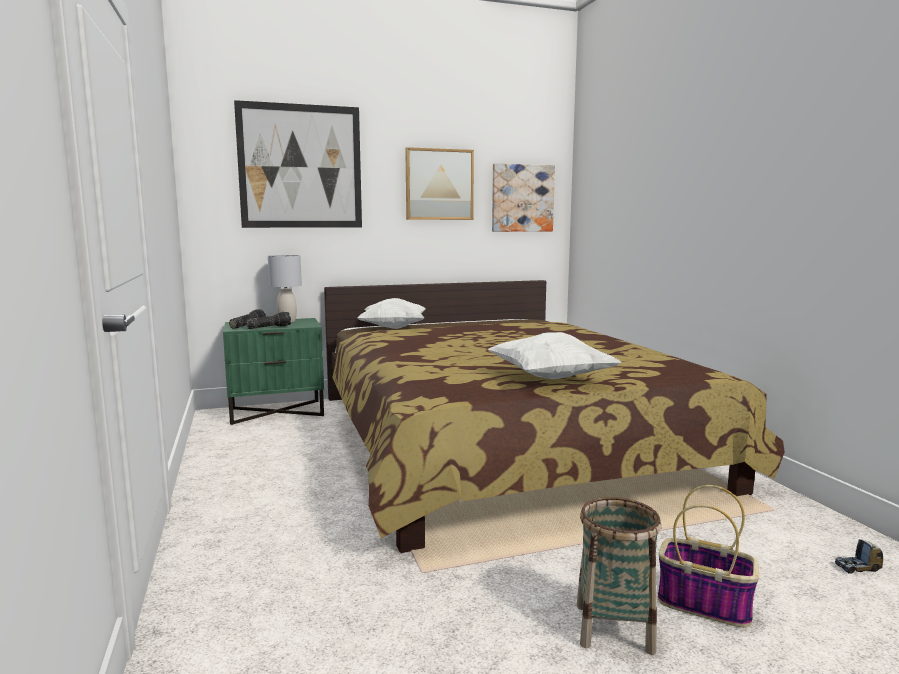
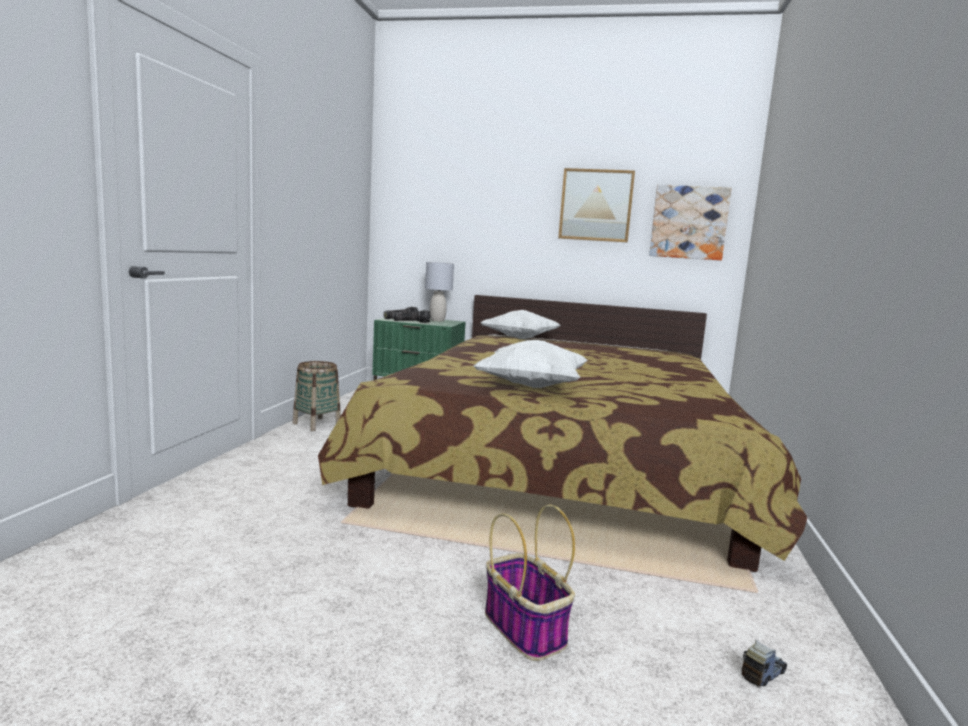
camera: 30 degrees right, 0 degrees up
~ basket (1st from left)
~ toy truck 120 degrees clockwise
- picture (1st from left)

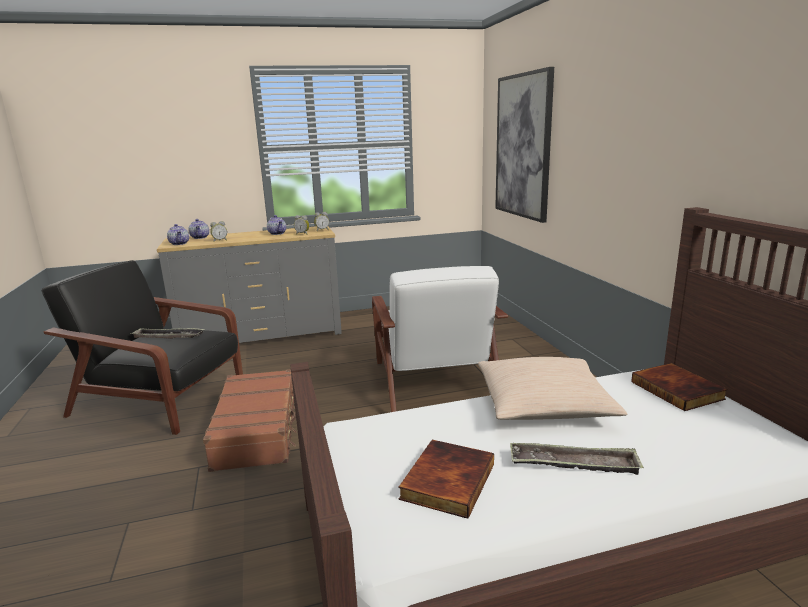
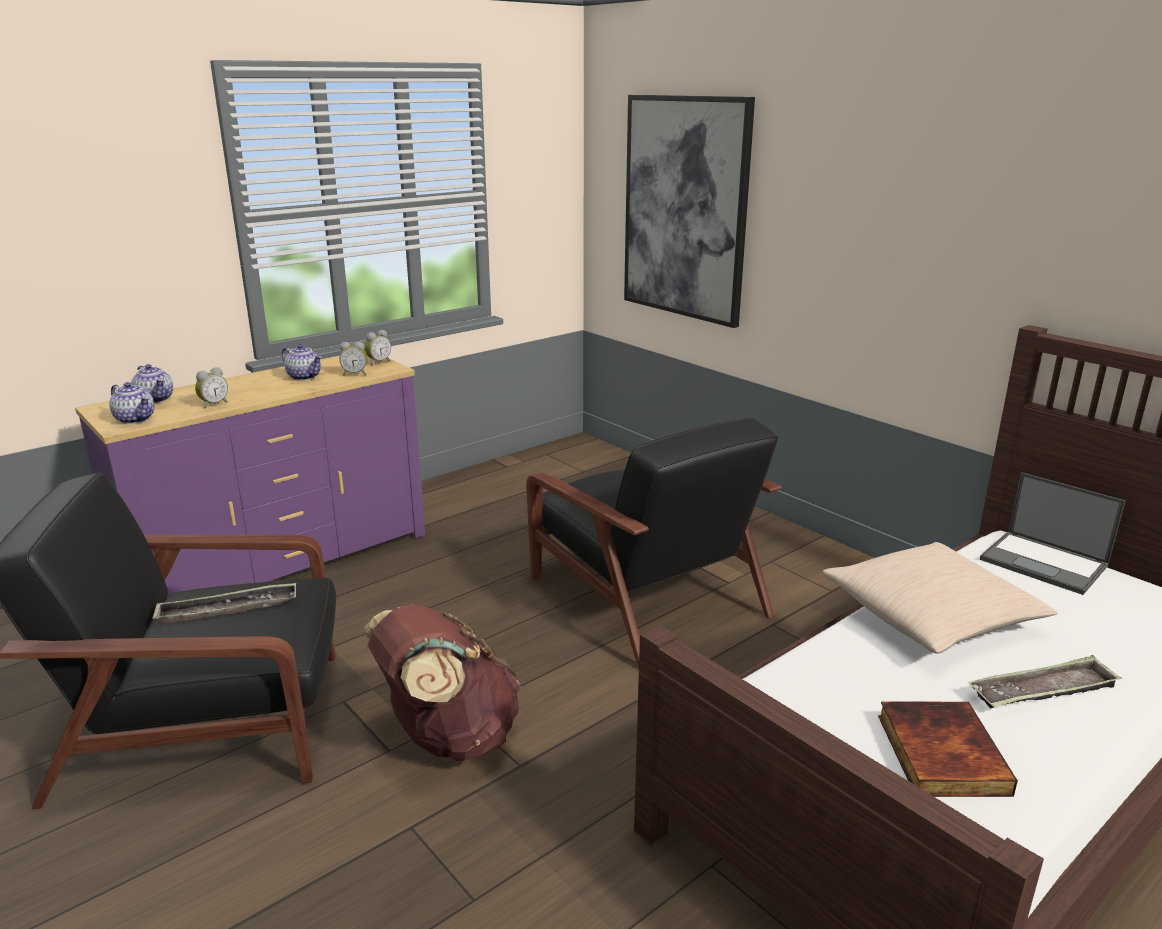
camera: 25 degrees left, 5 degrees up
~ dresser in grey to dresser in purple
~ suitcase in brown to backpack in brown
~ armchair in white to armchair in black (2nd from left)
~ book (2nd from left) to laptop

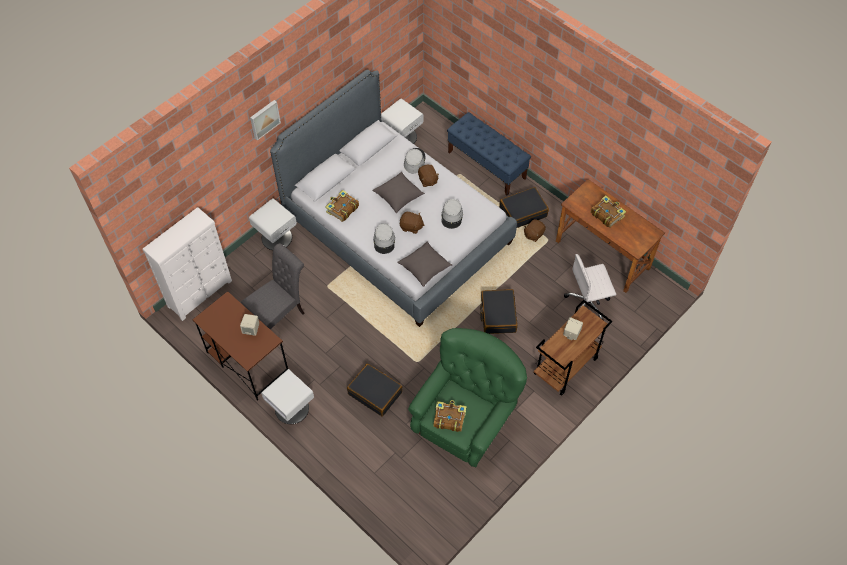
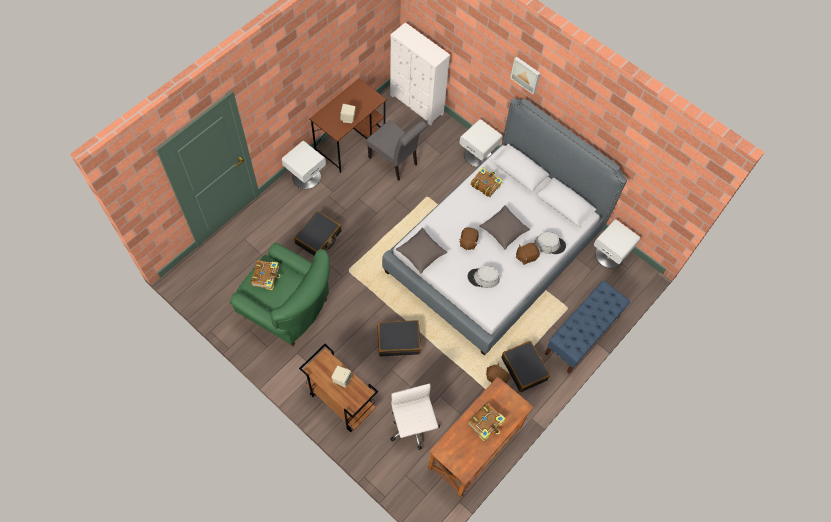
camera: 85 degrees right, 5 degrees up
- hat in grey (1st from left)

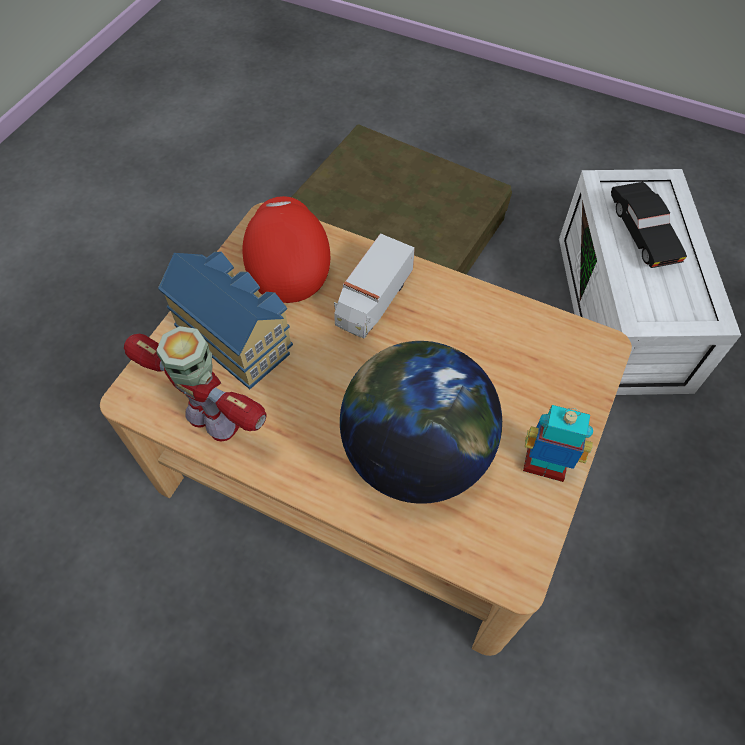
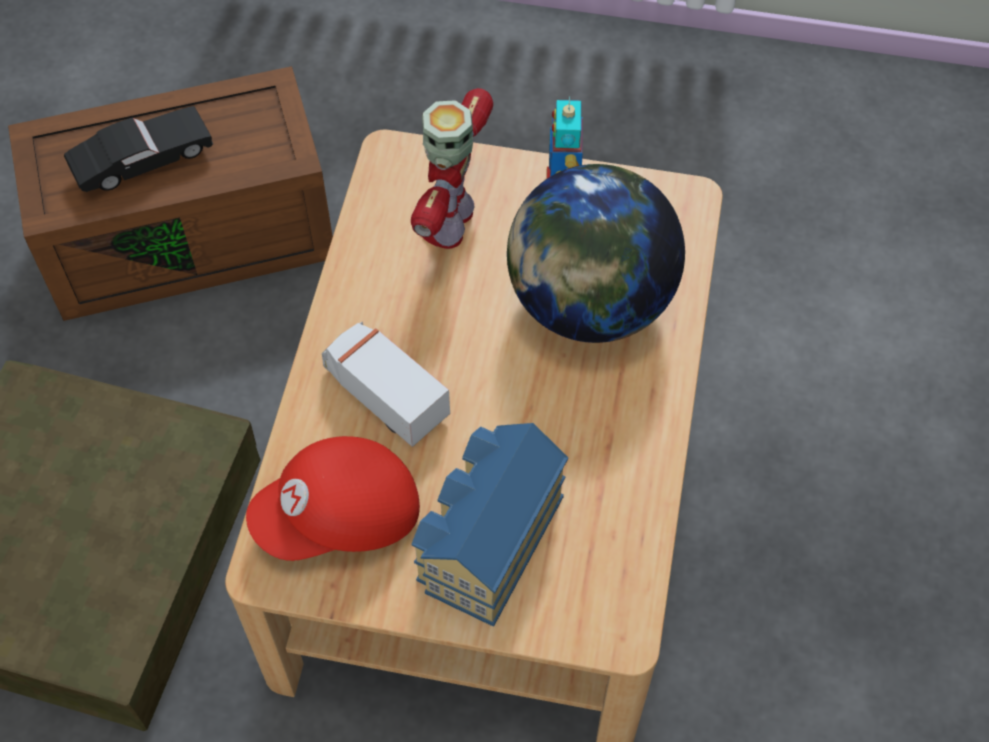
camera: 105 degrees left, 0 degrees up
~ storage box in white to storage box in brown (2nd from left)
~ toy truck 150 degrees counterclockwise
~ toy robot (1st from left)

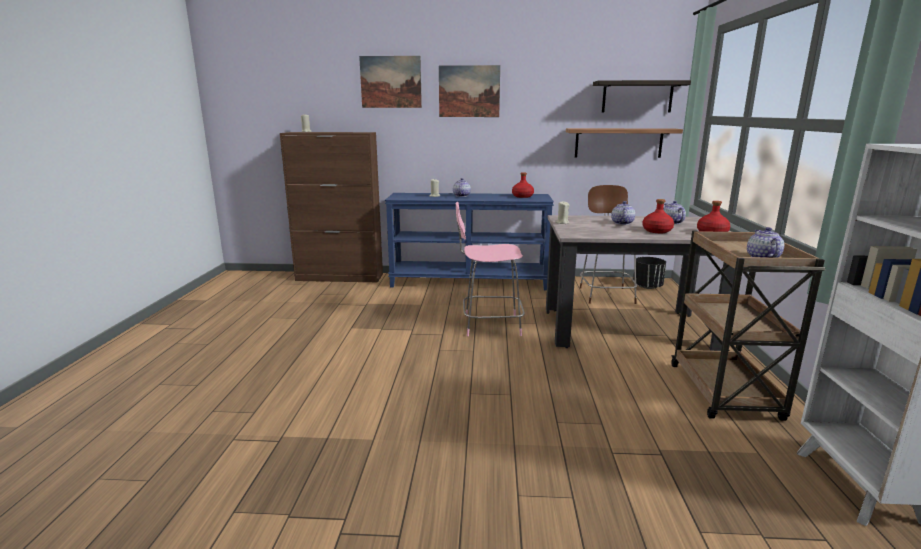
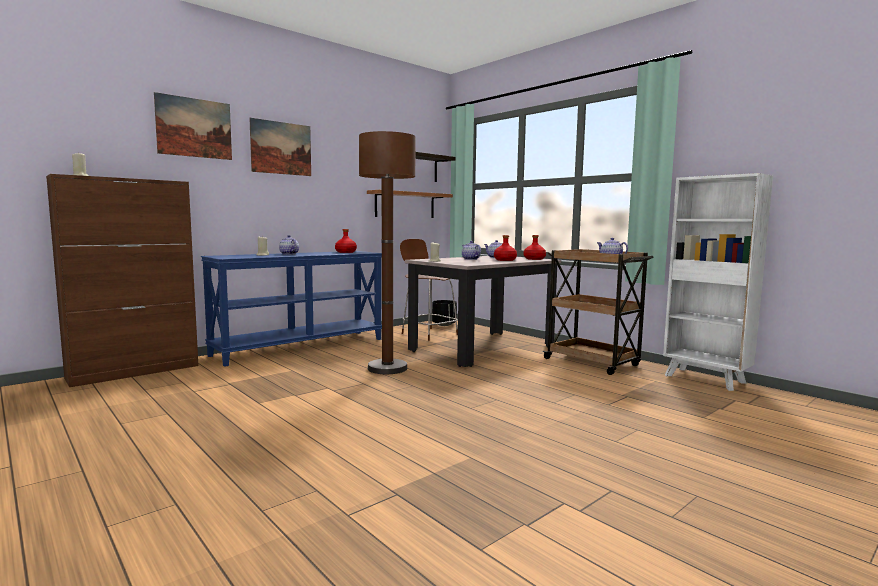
camera: 45 degrees left, 10 degrees down
~ chair in pink to floor lamp in brown

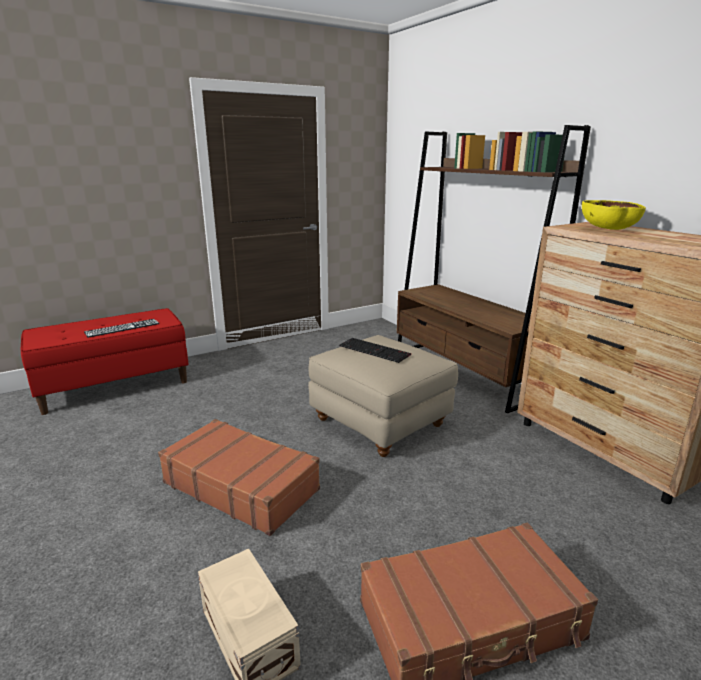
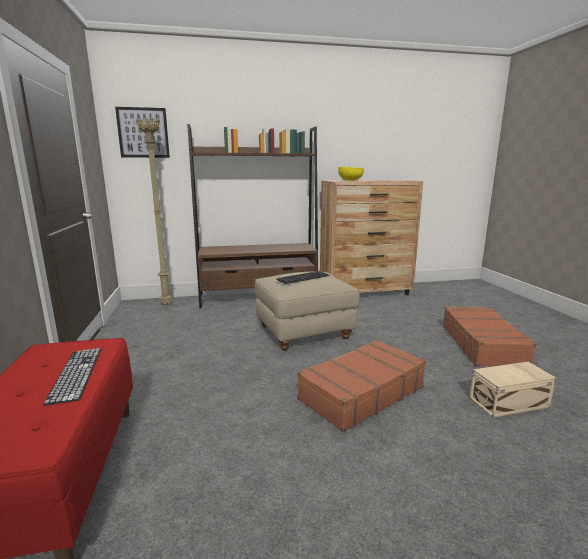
camera: 70 degrees left, 5 degrees down
+ picture
+ floor lamp in beige

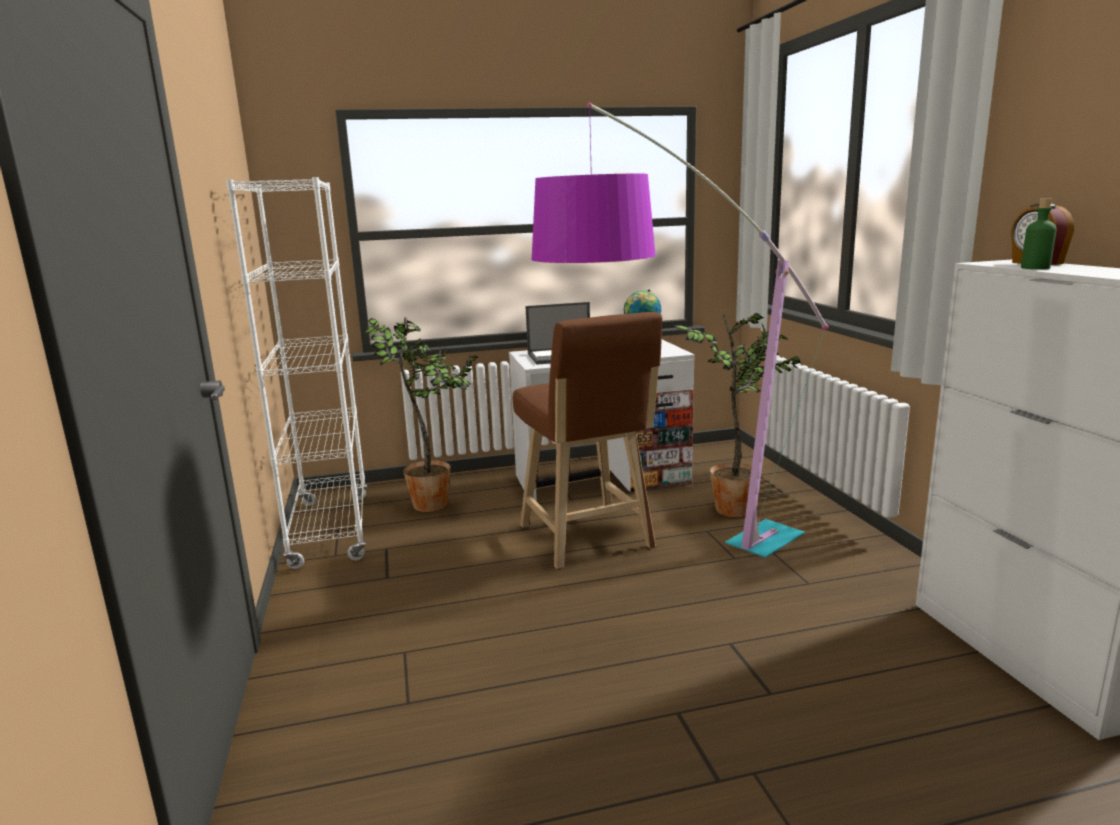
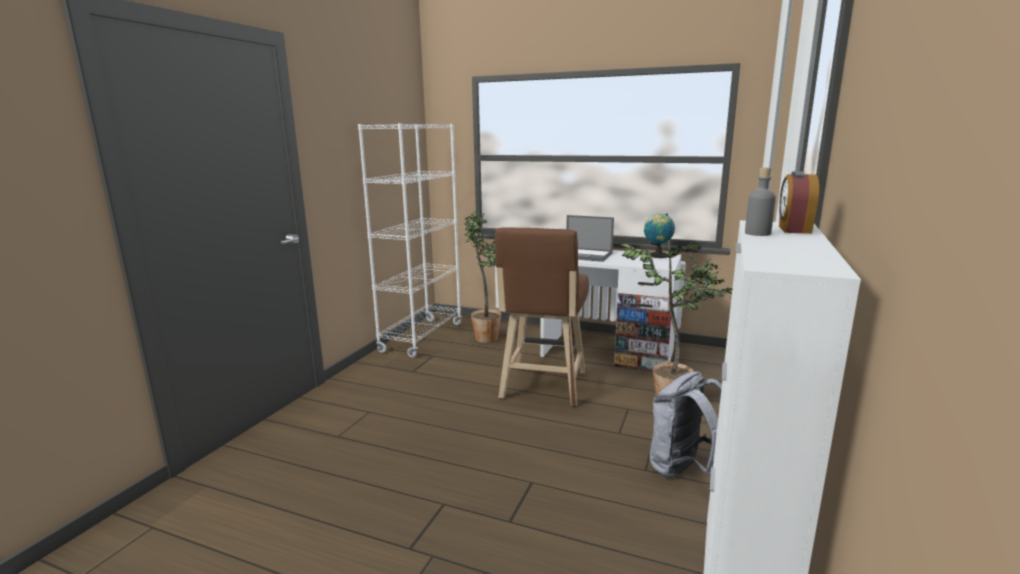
camera: 35 degrees right, 0 degrees up
+ backpack in grey
~ bottle in green to bottle in grey
- floor lamp

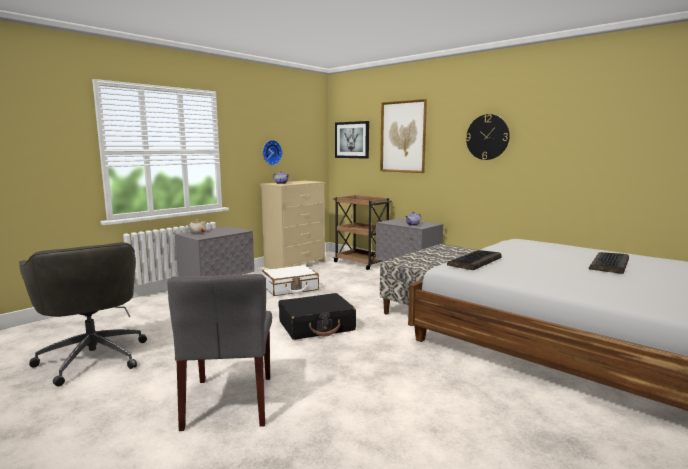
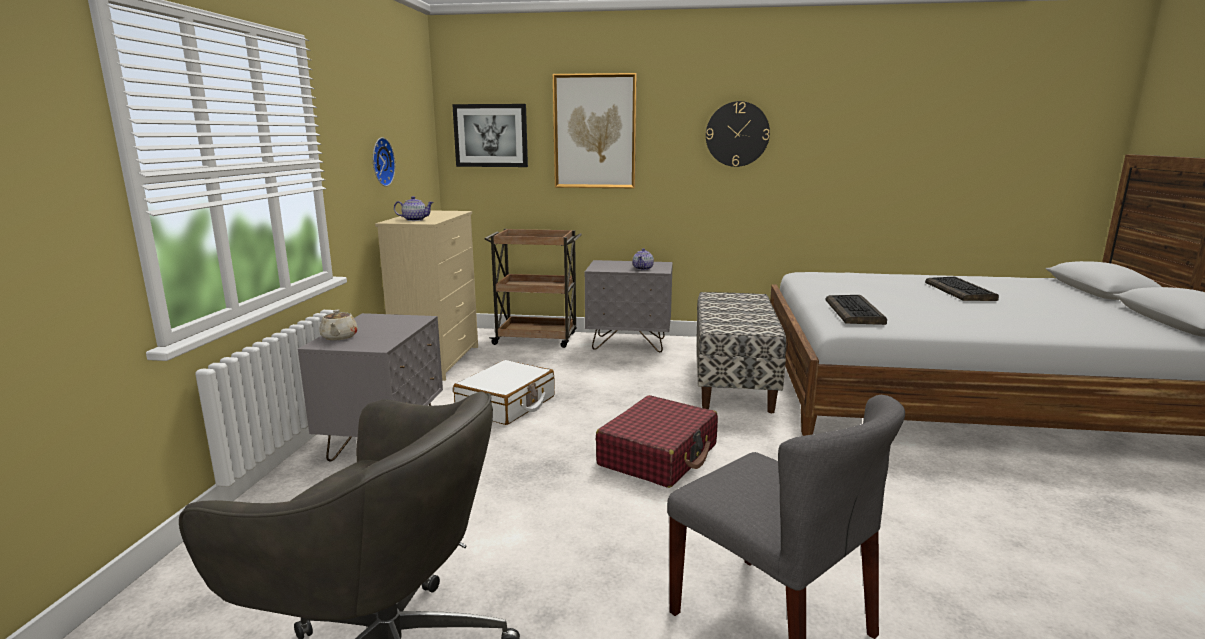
camera: 35 degrees left, 5 degrees up
~ suitcase in black to suitcase in red

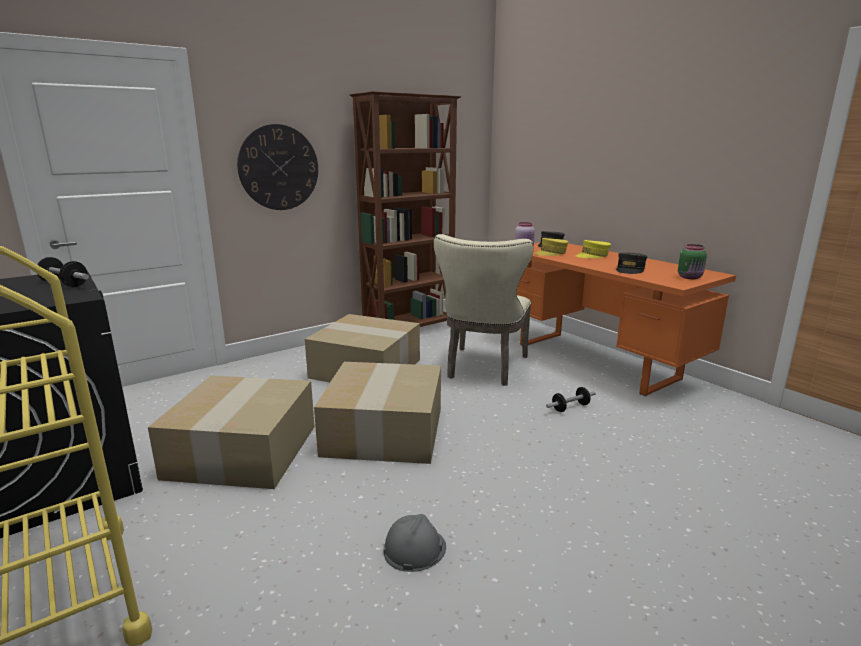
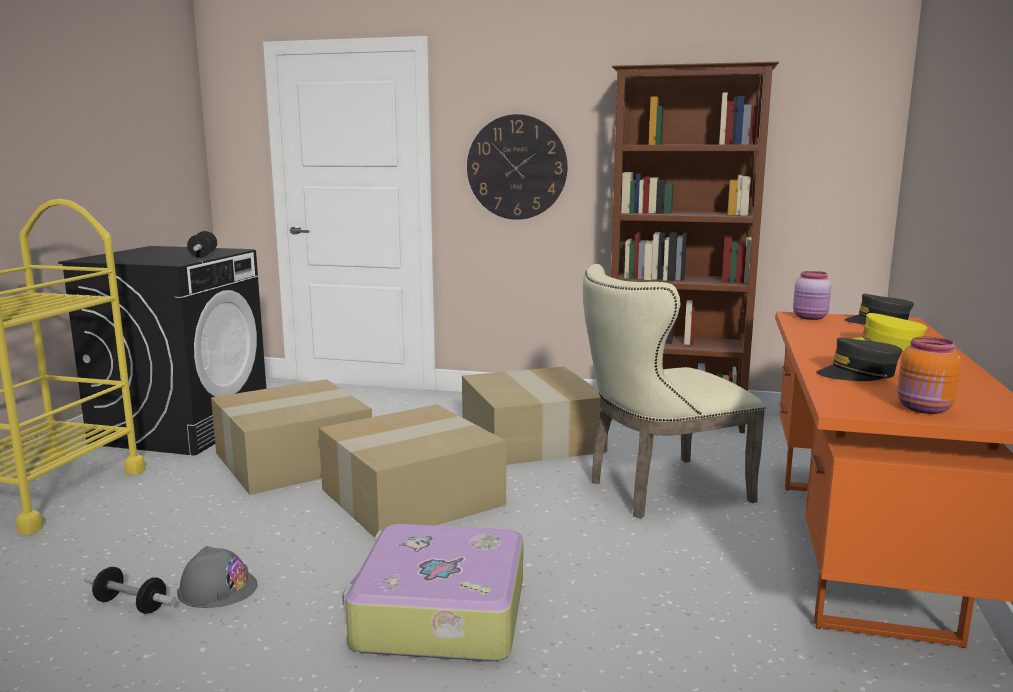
camera: 50 degrees right, 5 degrees down
~ dumbbell (2nd from left in the first image) to dumbbell (1st from left)
+ suitcase
~ jar in green to jar in orange
- cap in yellow (1st from left)

